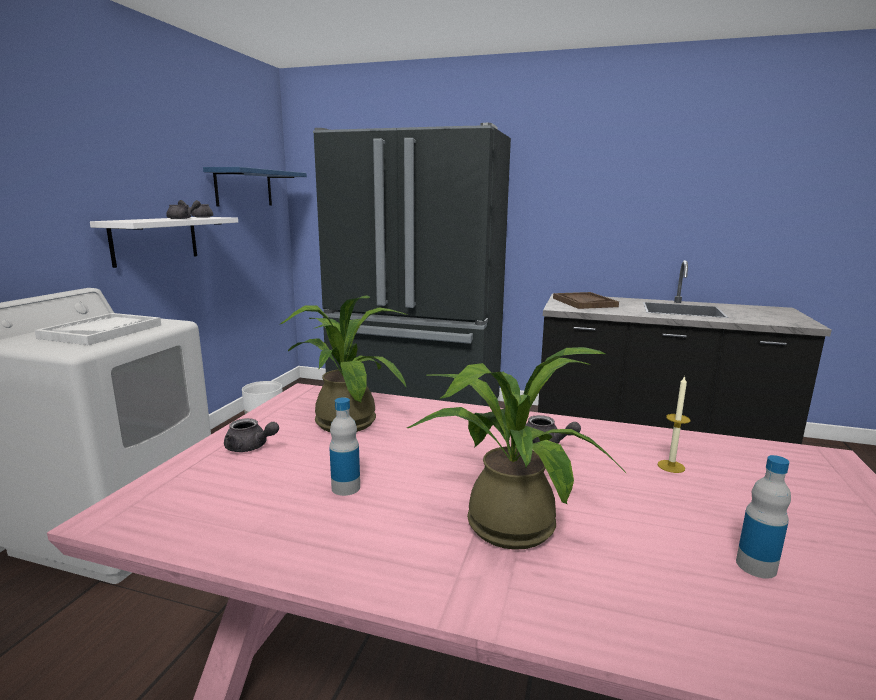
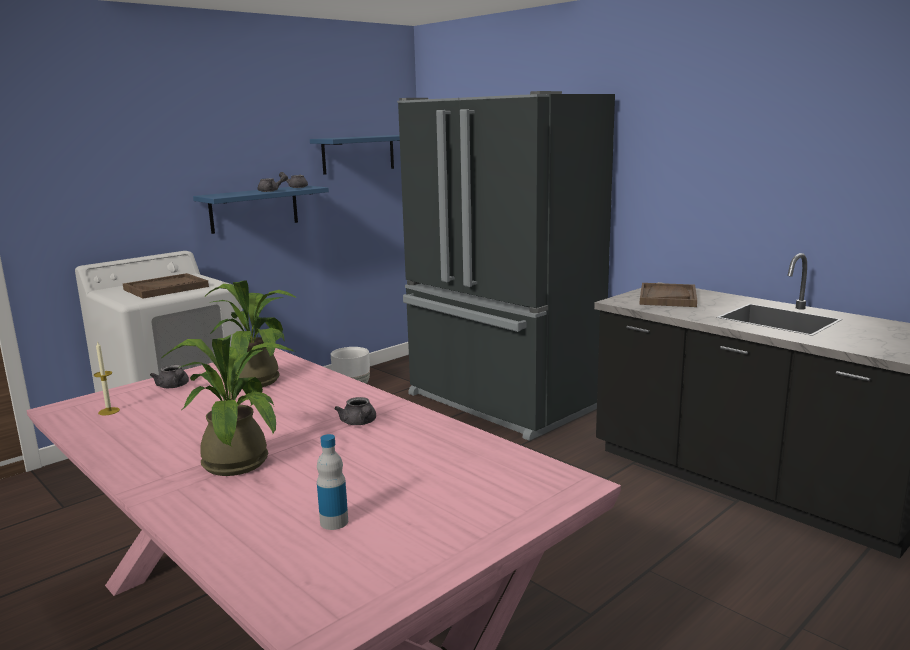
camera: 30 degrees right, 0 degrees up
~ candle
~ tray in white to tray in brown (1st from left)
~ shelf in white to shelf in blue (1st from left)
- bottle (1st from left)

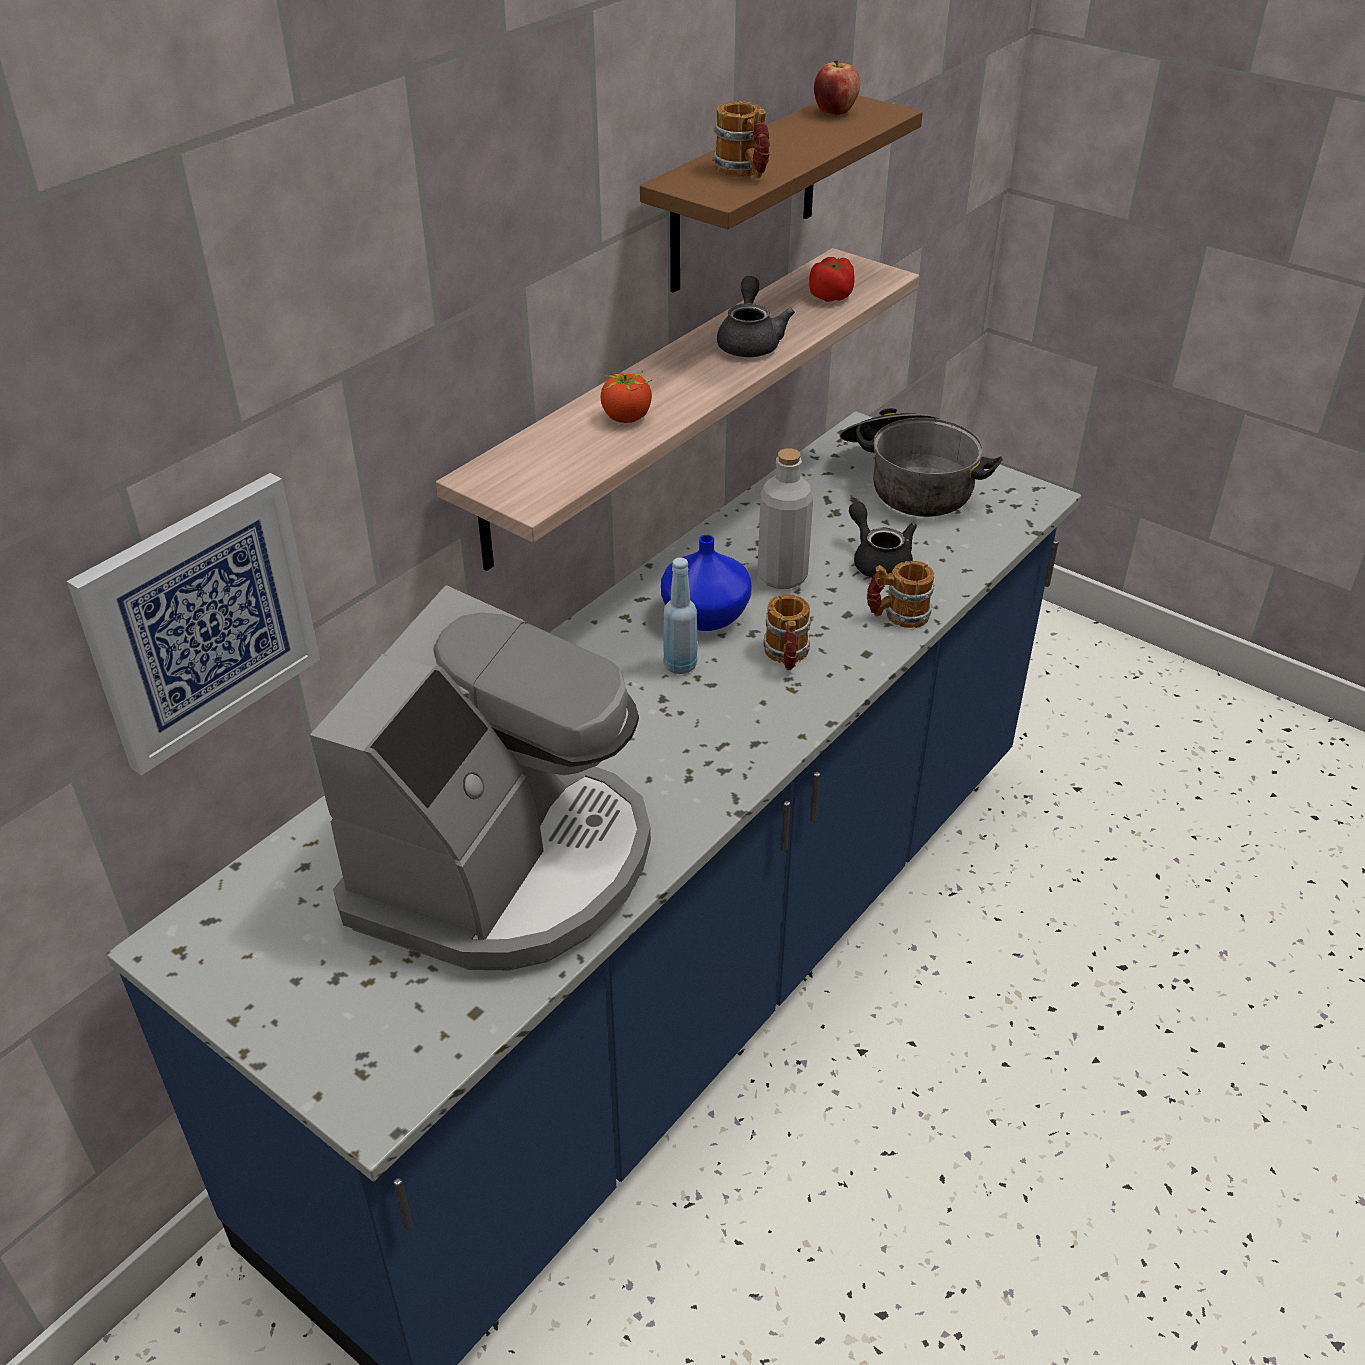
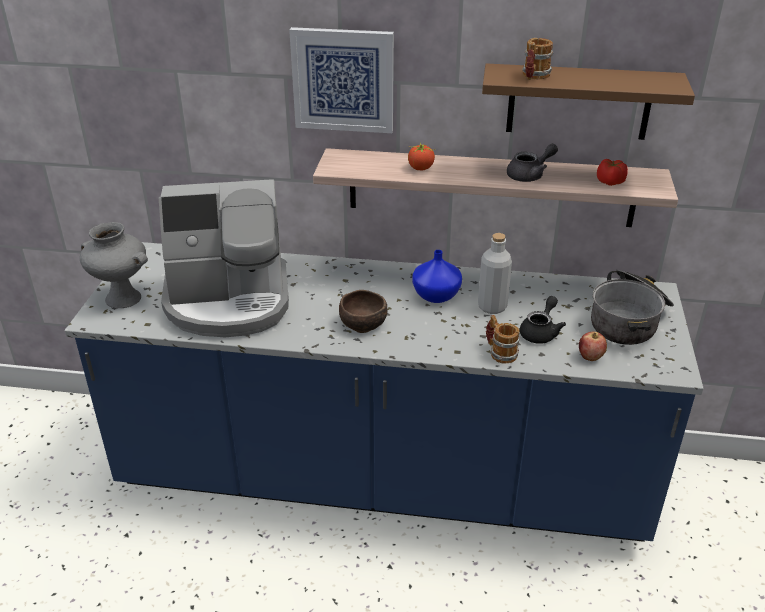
camera: 60 degrees right, 5 degrees down
+ vase in grey
~ picture
+ bowl in brown
~ apple
- bottle in blue
- mug (2nd from left)

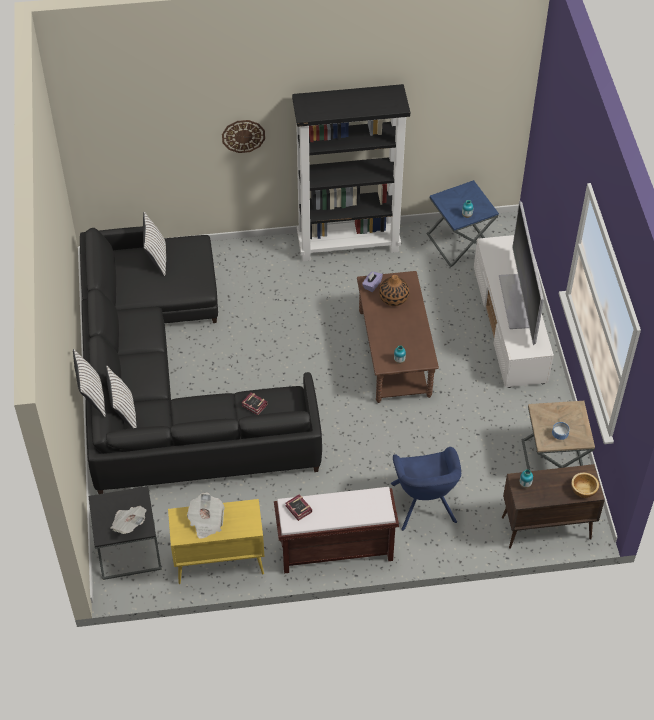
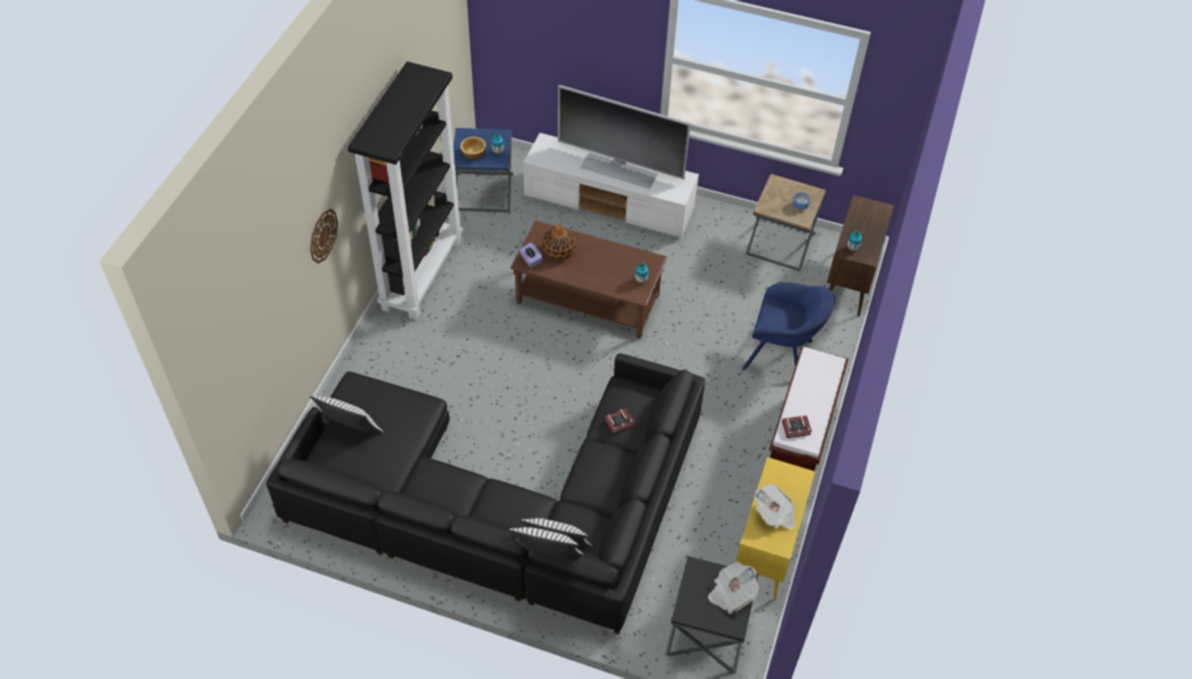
camera: 65 degrees left, 0 degrees up
~ bowl (2nd from left in the first image) to bowl (1st from left)

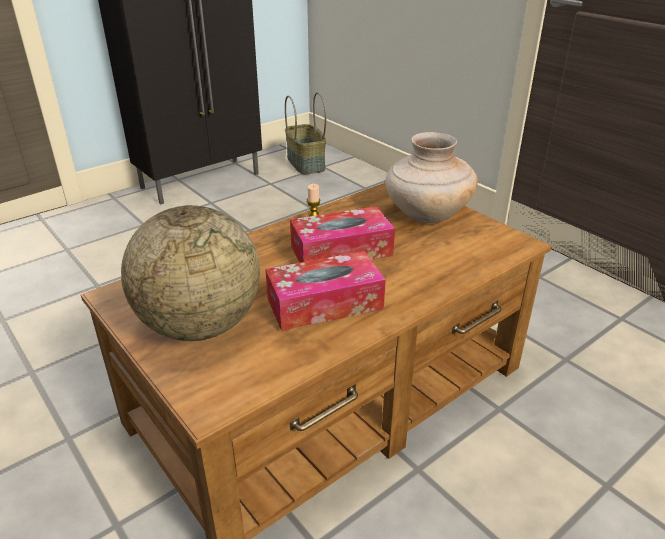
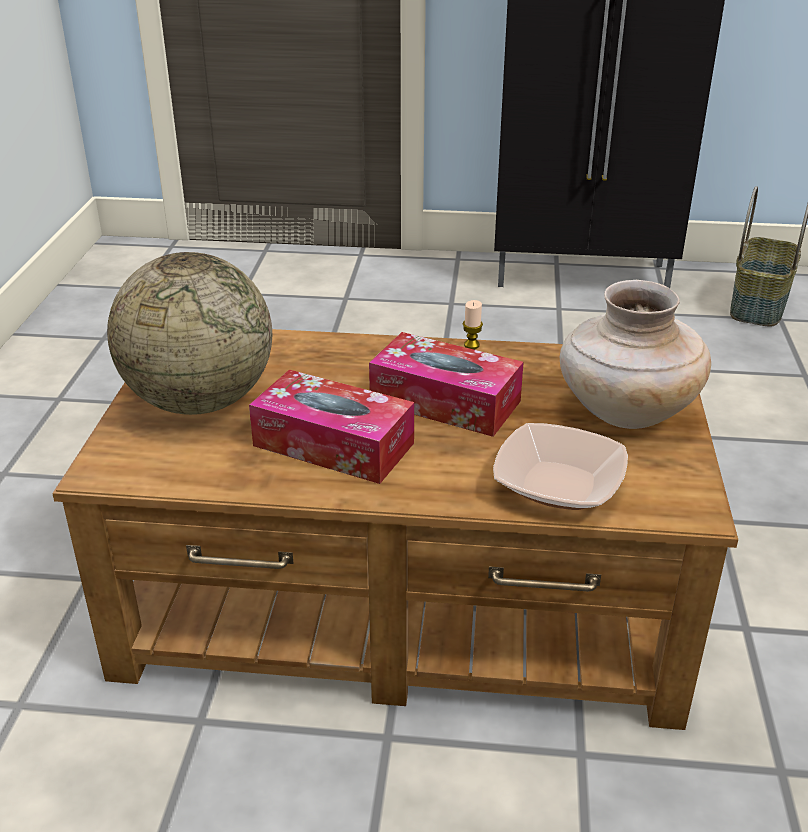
camera: 45 degrees right, 0 degrees up
+ bowl

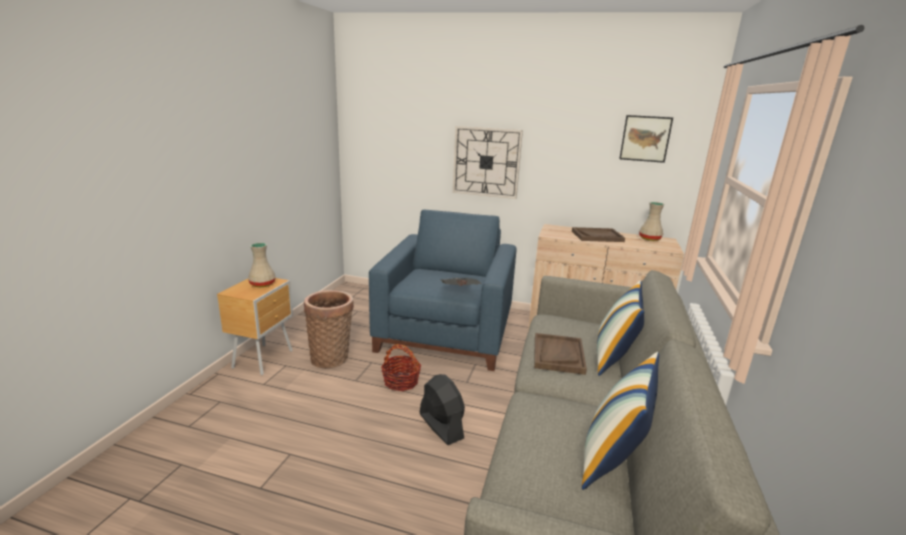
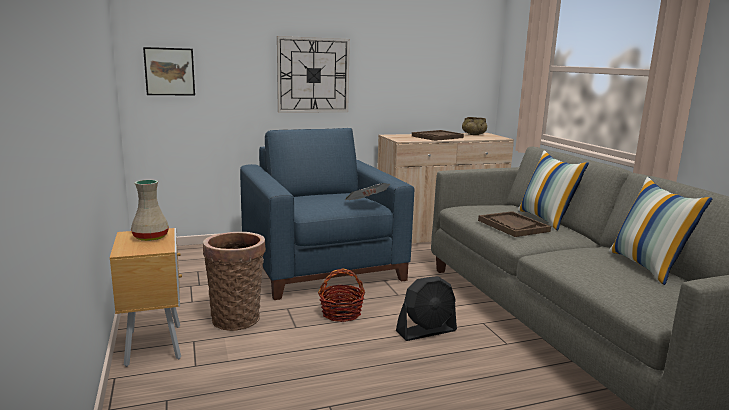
camera: 35 degrees left, 5 degrees down
~ picture
~ fan in black 135 degrees clockwise
~ vase in beige (2nd from left) to bowl in beige

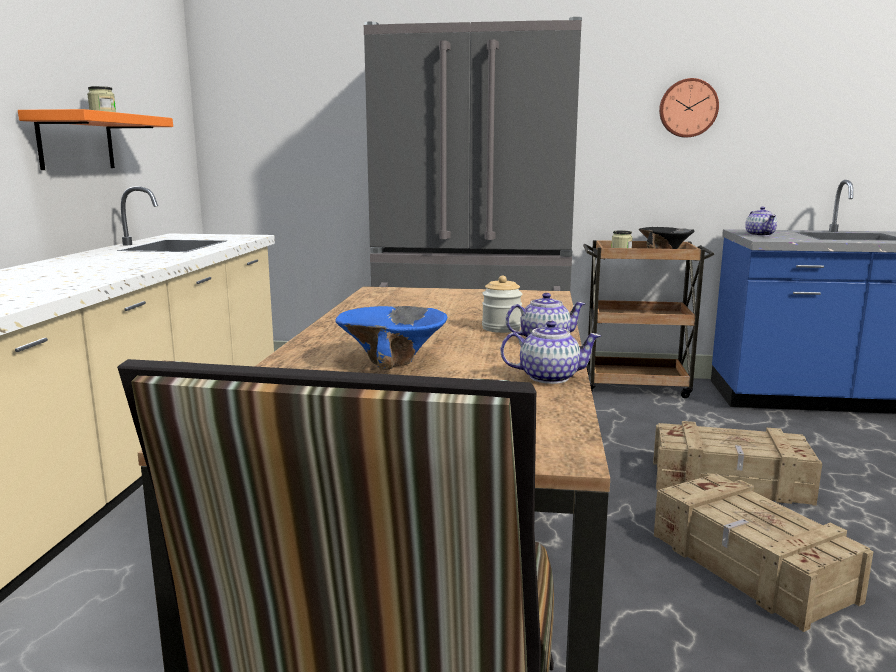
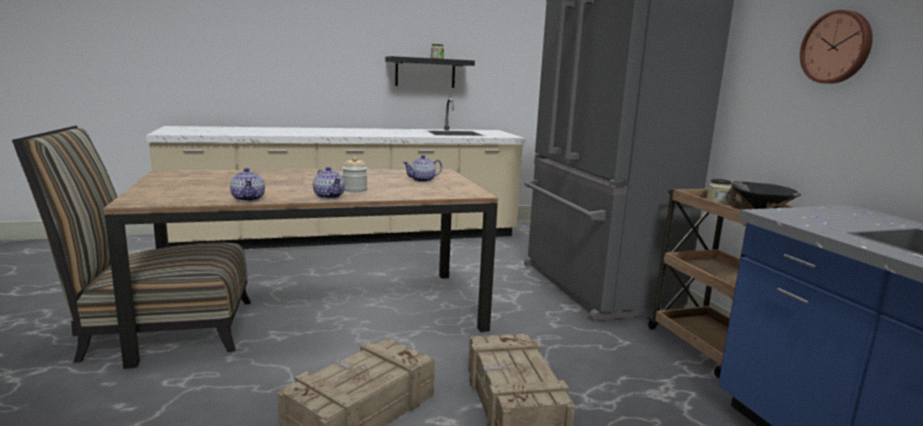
camera: 65 degrees right, 0 degrees up
~ shelf in orange to shelf in black
~ teapot (3rd from left)
- bowl in blue

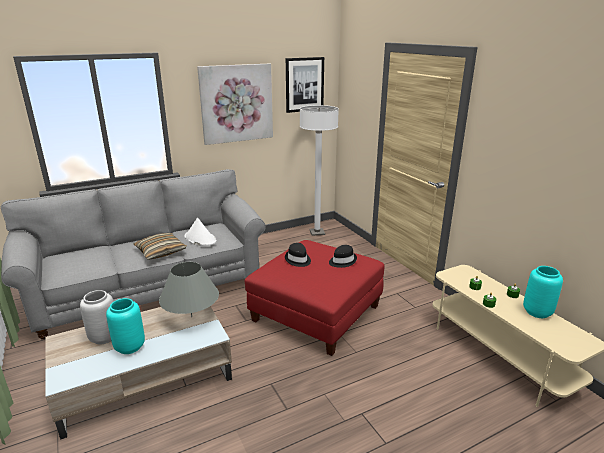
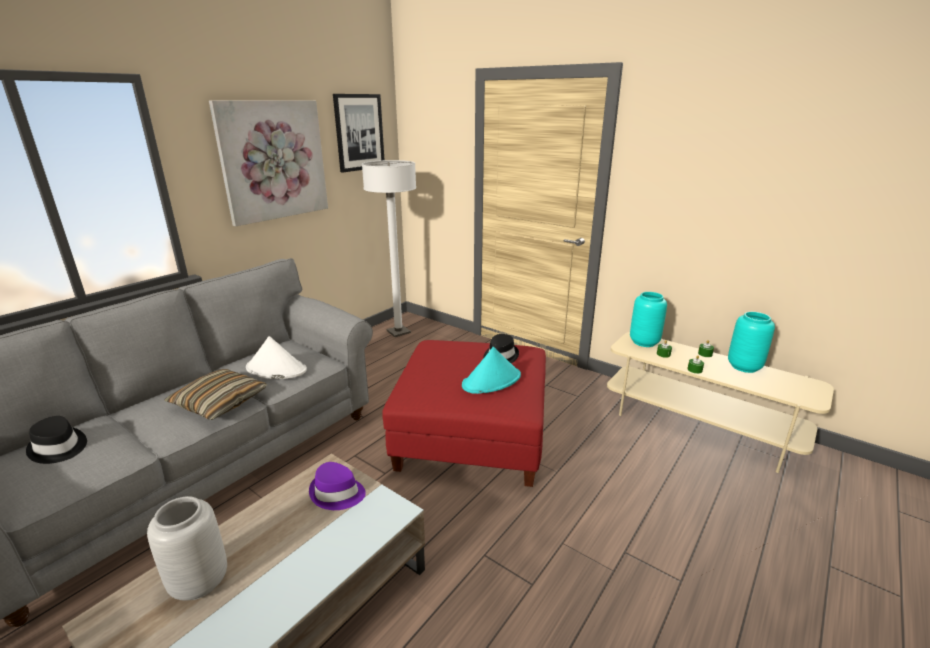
camera: 25 degrees left, 0 degrees up
~ hat in black (1st from left)
~ table lamp in grey to hat in purple
+ hat in turquoise
~ vase in turquoise (1st from left)

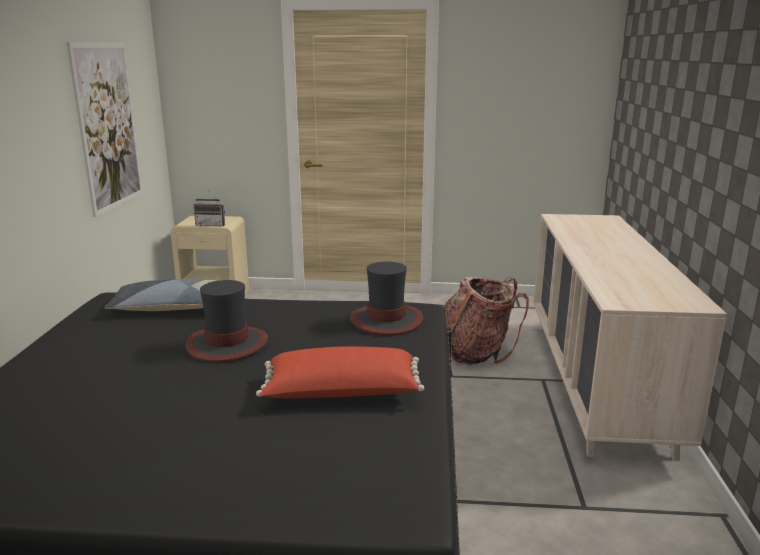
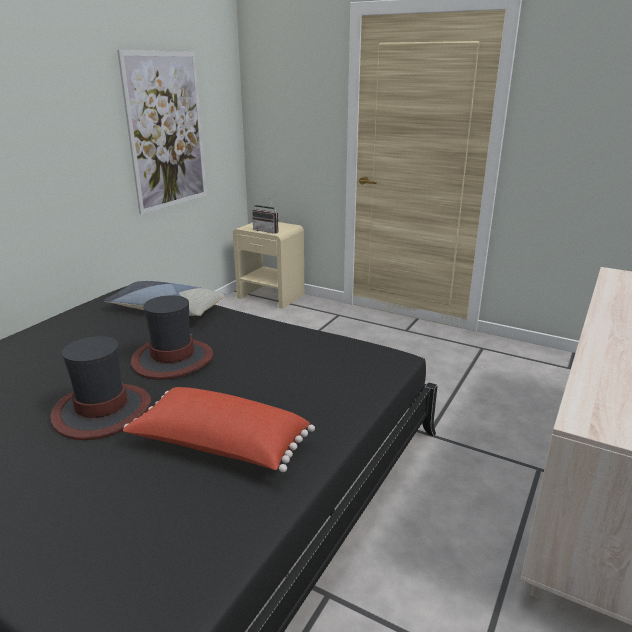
camera: 25 degrees right, 5 degrees up
~ hat (2nd from left in the first image) to hat (1st from left)
- backpack

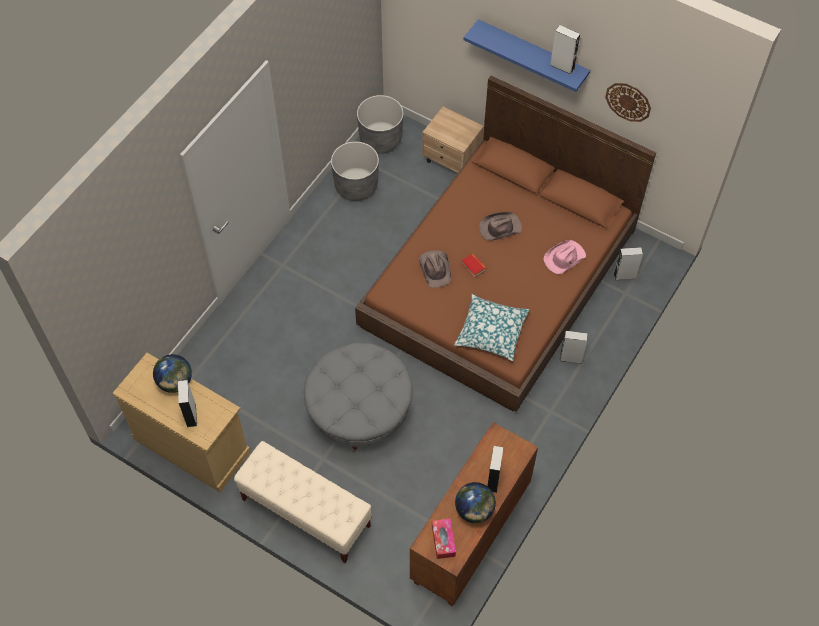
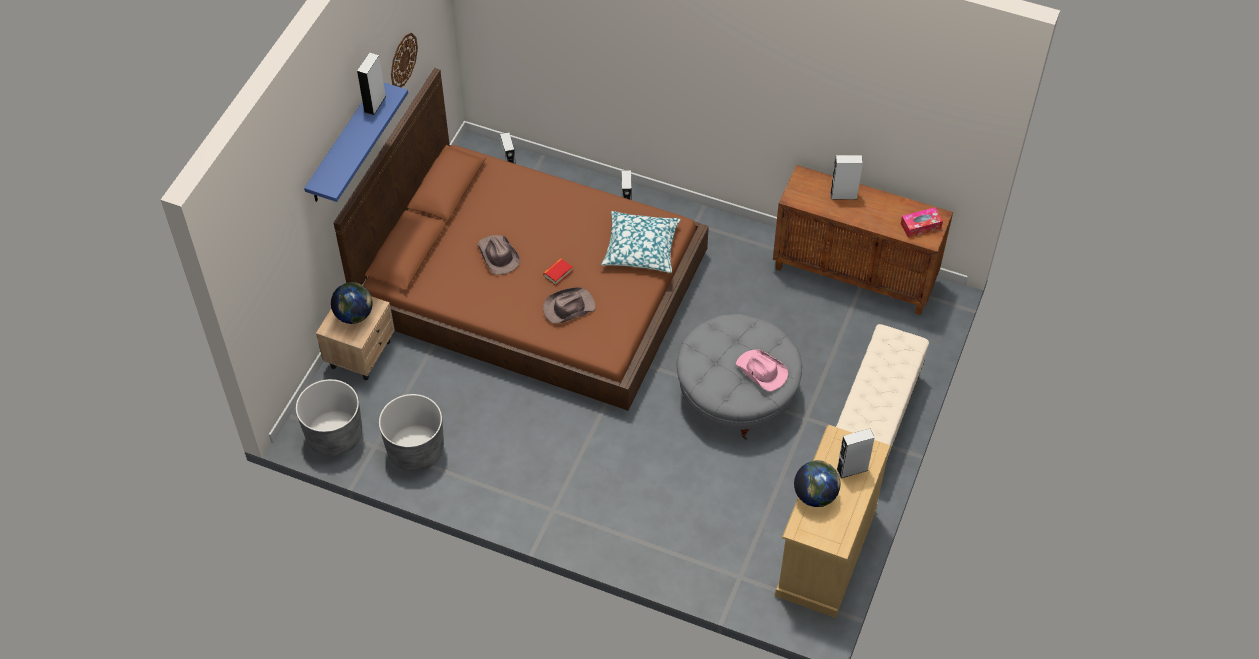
camera: 100 degrees left, 5 degrees down
~ globe (2nd from left in the first image) to globe (1st from left)
~ hat in pink

